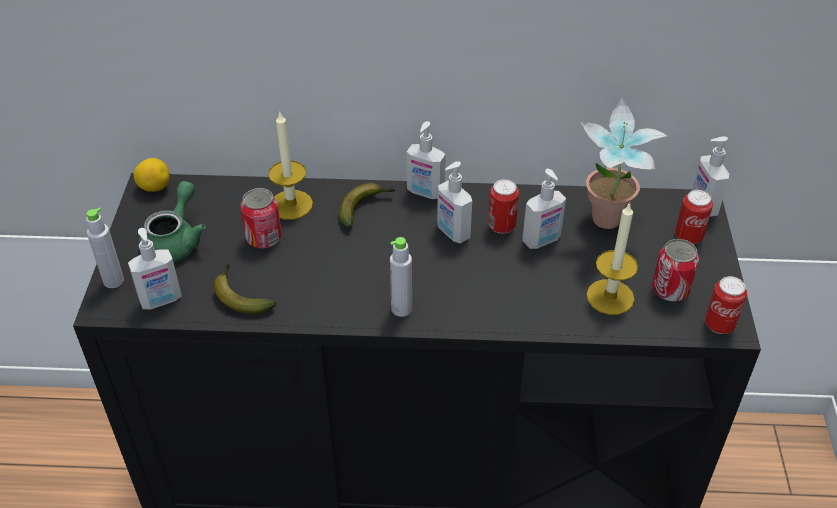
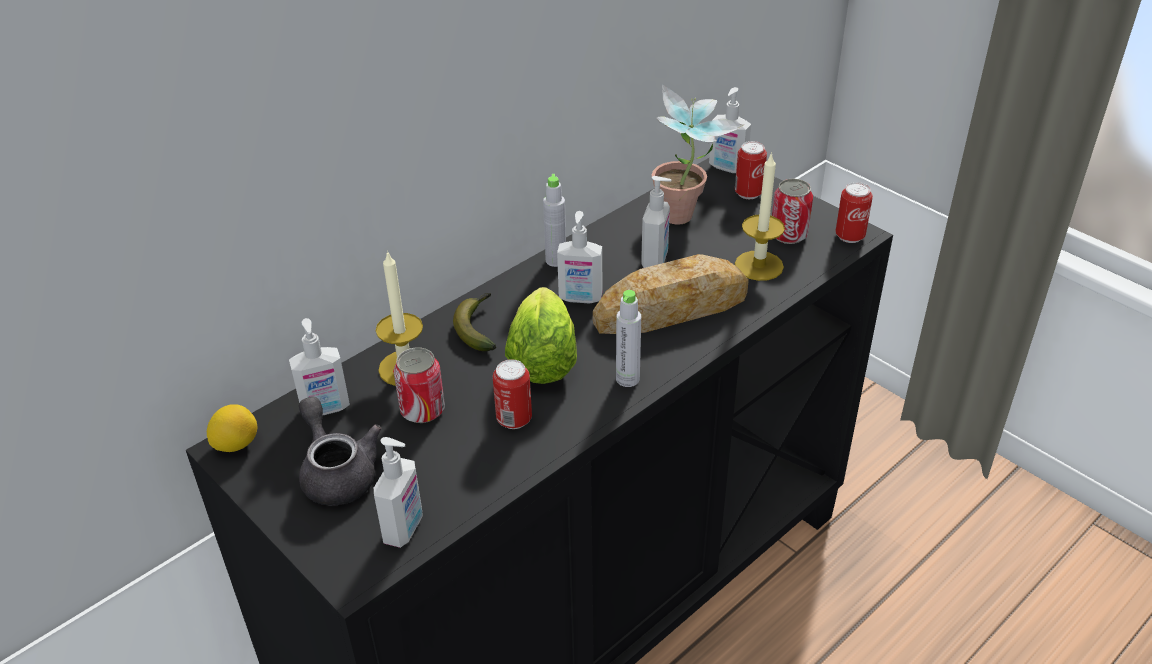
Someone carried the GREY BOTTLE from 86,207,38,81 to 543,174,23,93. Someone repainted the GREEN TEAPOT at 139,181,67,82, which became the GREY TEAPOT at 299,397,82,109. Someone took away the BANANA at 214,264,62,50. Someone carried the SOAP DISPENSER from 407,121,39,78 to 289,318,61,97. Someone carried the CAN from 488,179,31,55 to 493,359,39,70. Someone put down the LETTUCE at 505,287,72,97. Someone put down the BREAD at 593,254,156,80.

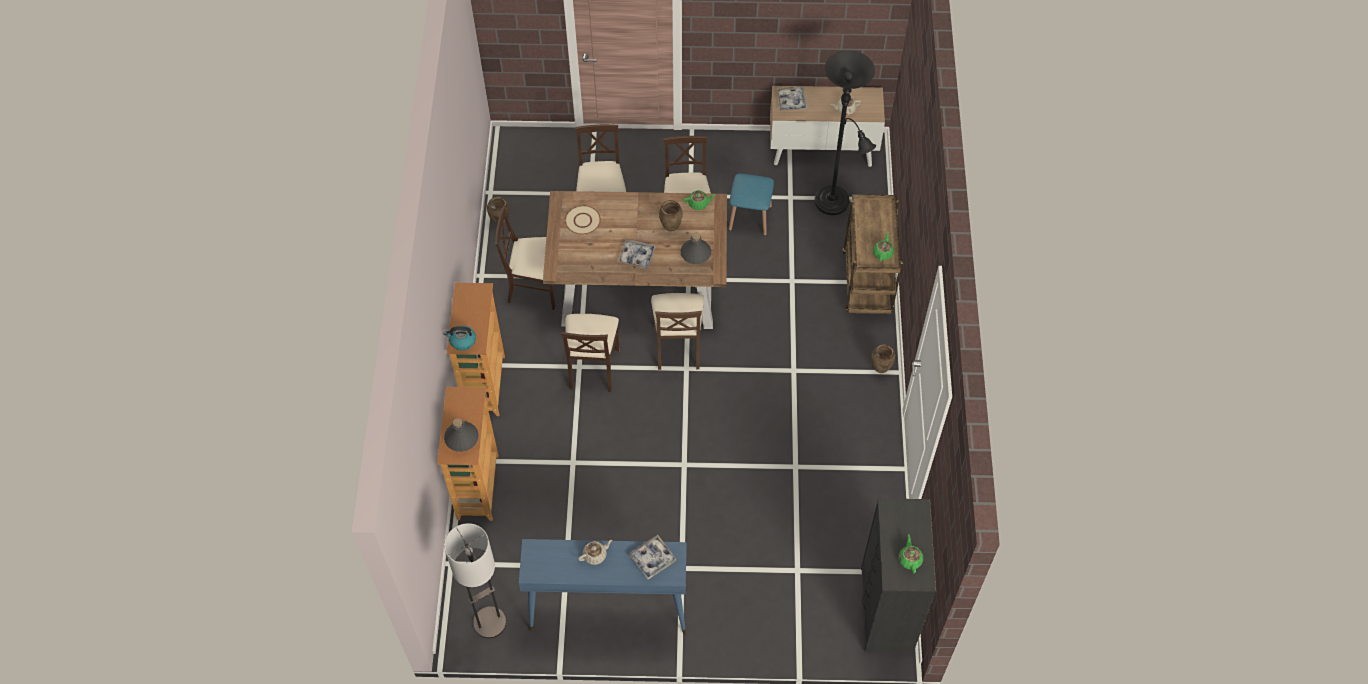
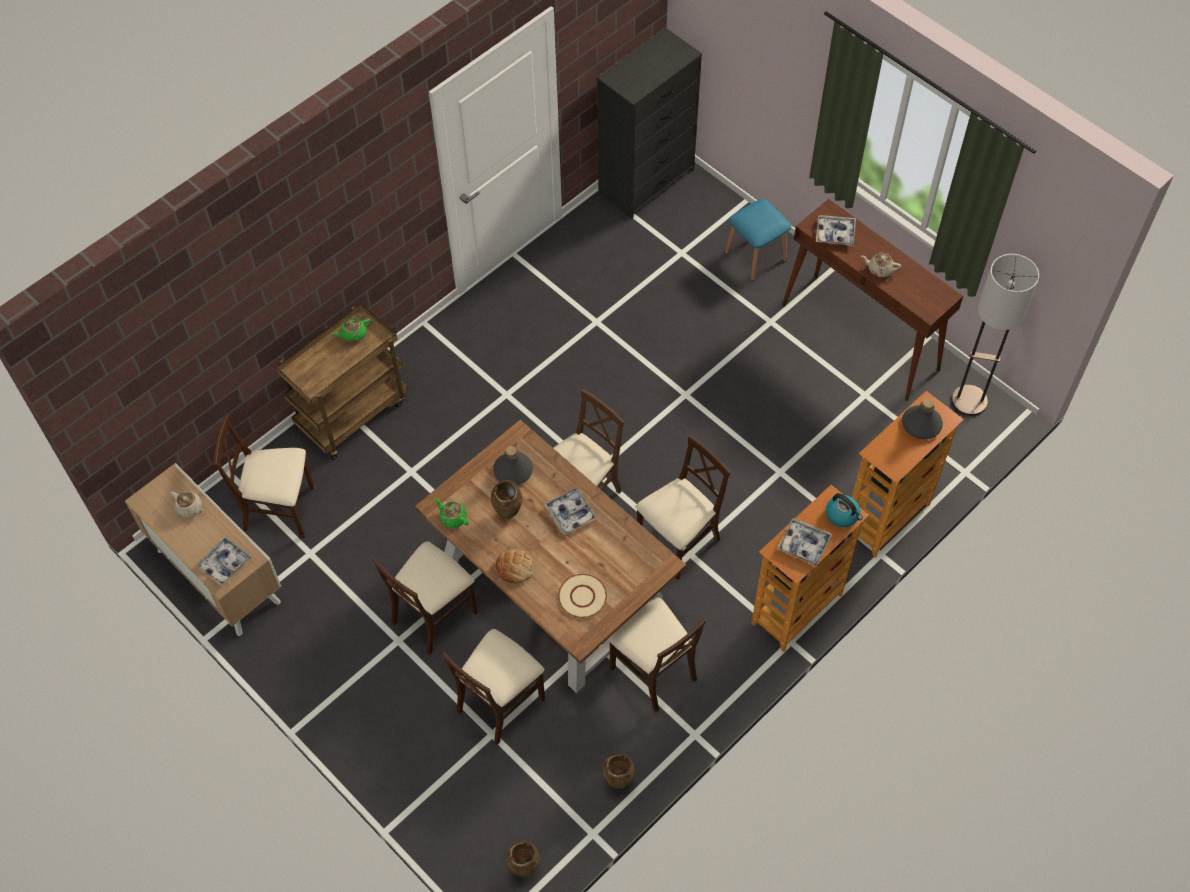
Someone repainted the BLUE CONSOLE TABLE at 519,539,168,96, which became the BROWN CONSOLE TABLE at 782,199,181,202. Someone carried the BLUE STOOL from 729,174,45,62 to 725,199,66,82. Someone swapped the BLACK FLOOR LAMP at 815,50,61,165 for the BEIGE CHAIR at 214,415,101,124. Someone carried the BROWN VASE from 871,344,24,29 to 507,841,32,36. Someone took away the GREEN TEAPOT at 899,534,24,39. Someone put down the BREAD at 496,548,39,35. Someone put down the TRAY at 777,518,56,49.

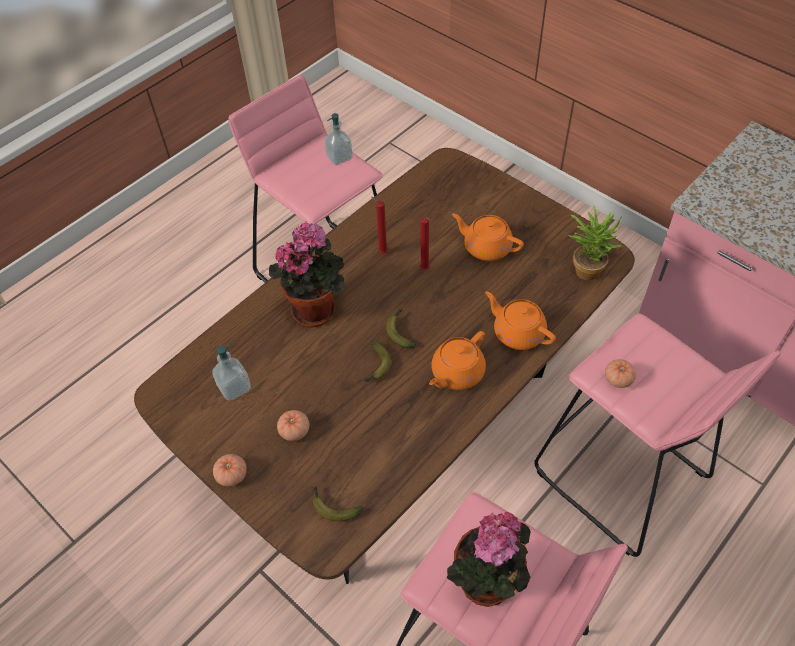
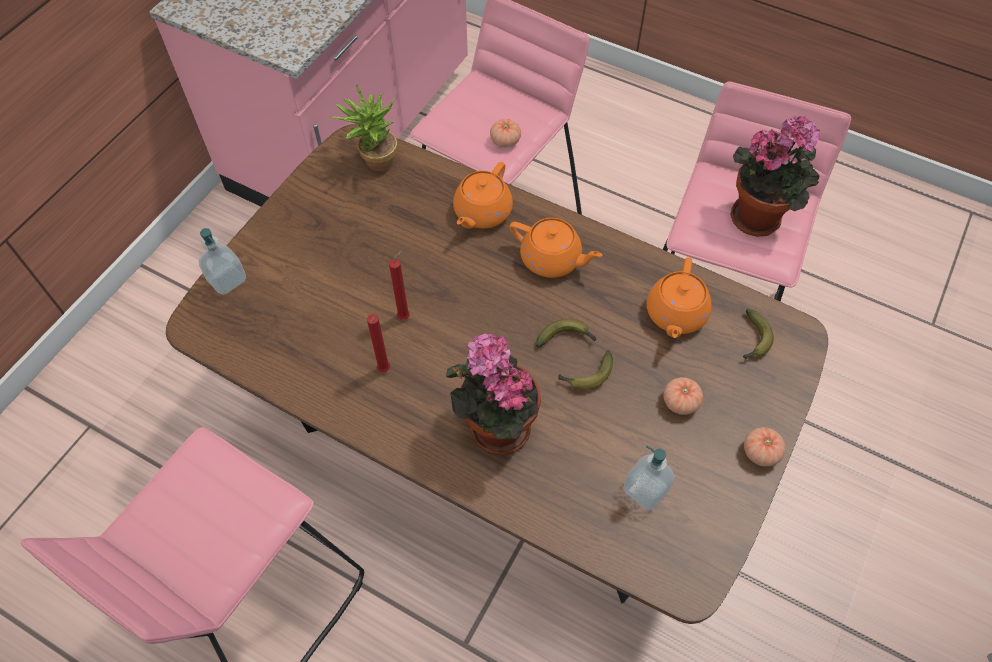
Someone carried the SOAP DISPENSER from 325,113,28,52 to 199,228,47,67. Someone carried the BANANA from 386,309,30,39 to 558,350,55,40. Someone carried the ORANGE TEAPOT from 452,213,72,48 to 646,258,66,80.

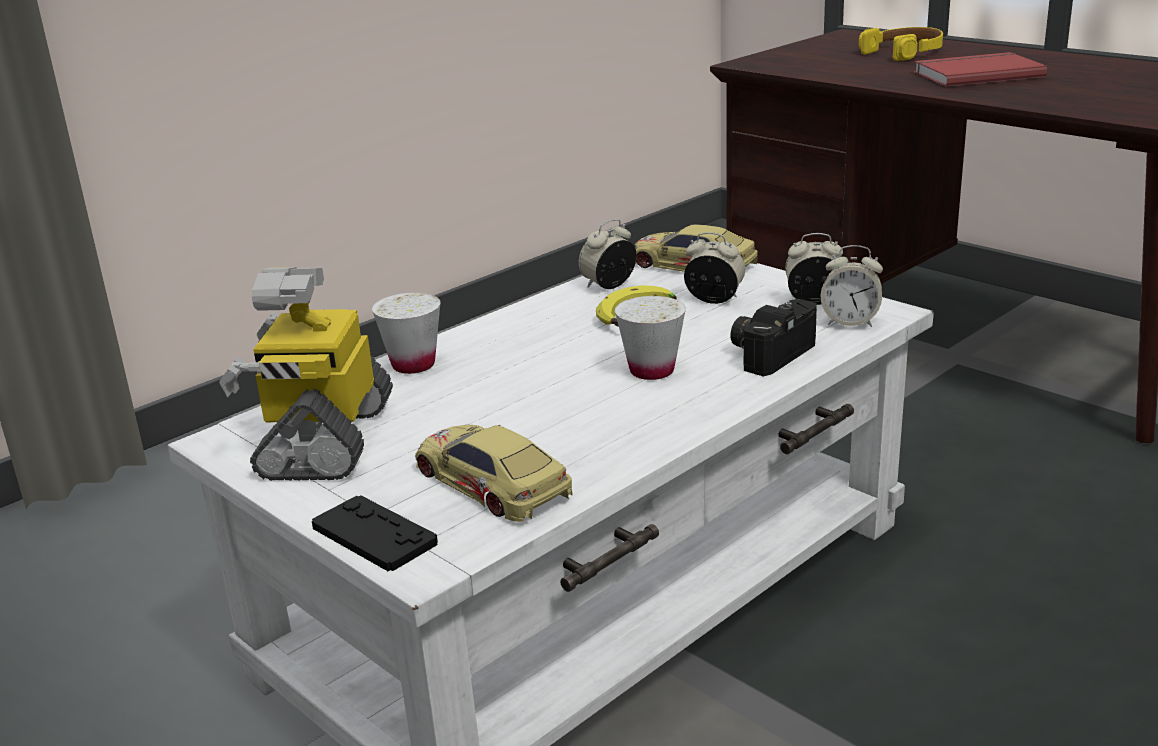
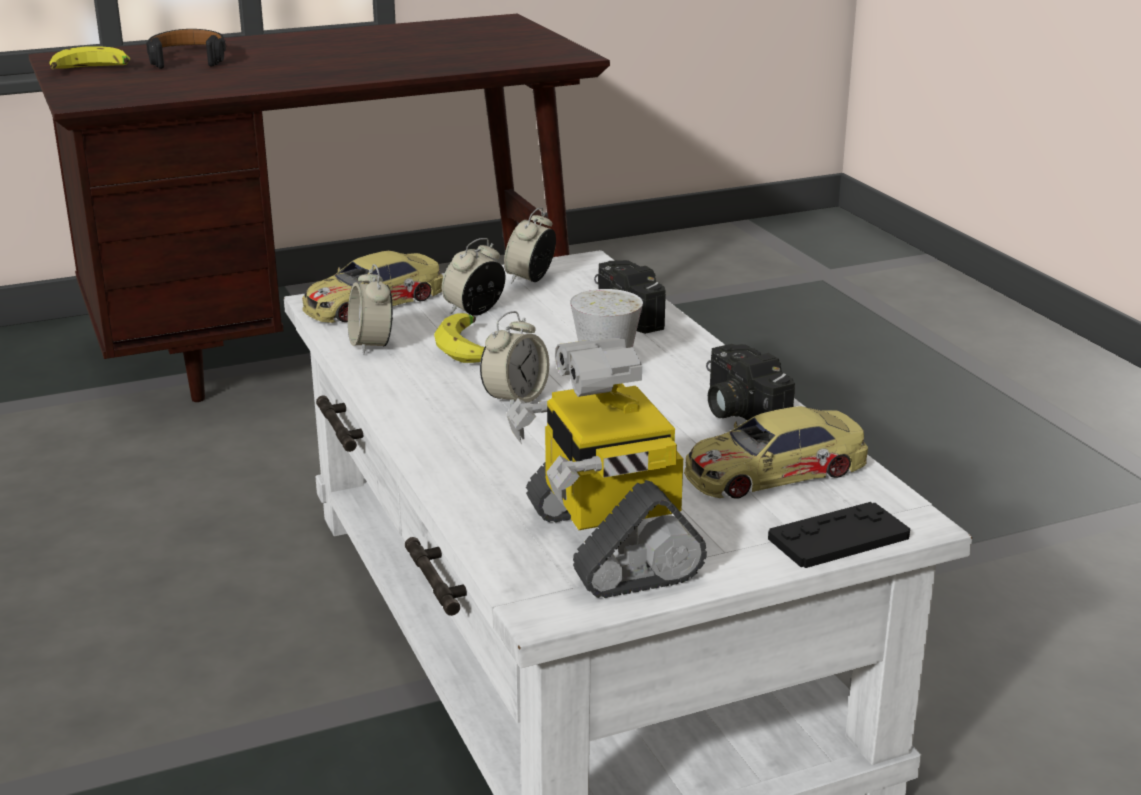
Someone rotated the TOY ROBOT at 219,267,174,214 by 45 degrees clockwise. Someone took away the WHITE CUP at 372,293,69,81. Someone carried the ALARM CLOCK from 821,245,62,82 to 480,311,69,97. Someone repainted the YELLOW HEADPHONES at 859,27,84,34, which became the BLACK HEADPHONES at 146,29,80,40. Someone took away the RED BOOK at 914,52,133,35. Someone put down the BANANA at 49,46,81,24. Someone put down the PHOTO CAMERA at 706,344,89,76.

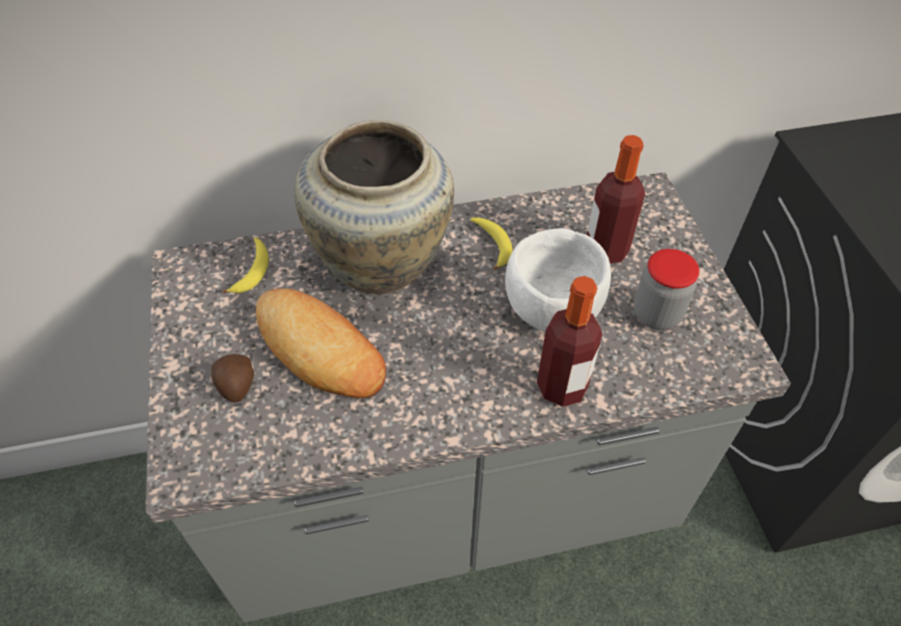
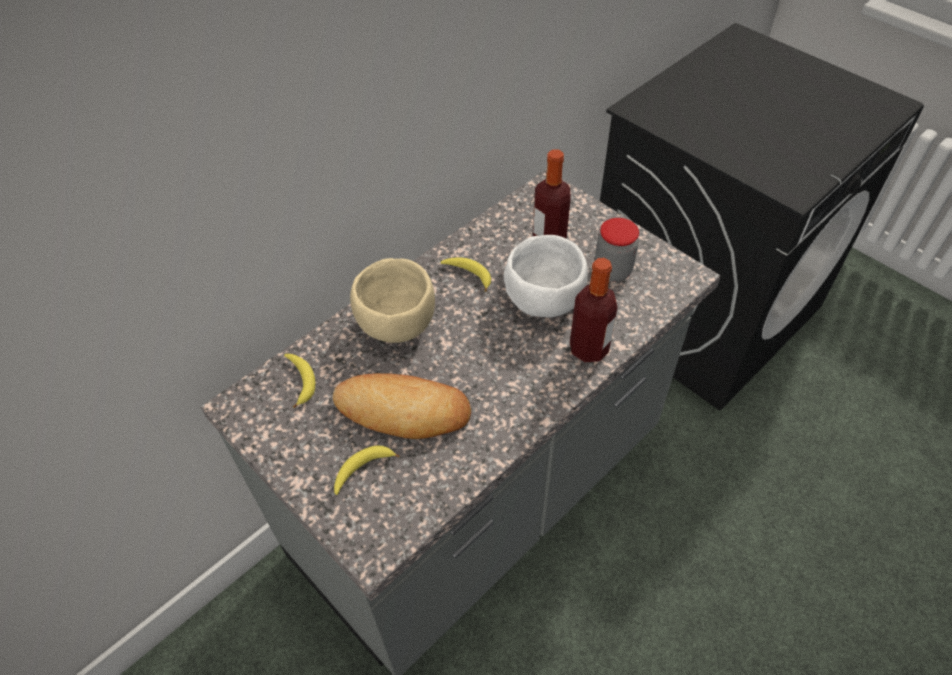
Someone swapped the POTATO at 212,354,42,49 for the BANANA at 334,445,66,50. Someone swapped the BEIGE VASE at 294,120,160,174 for the BEIGE BOWL at 350,258,85,85.

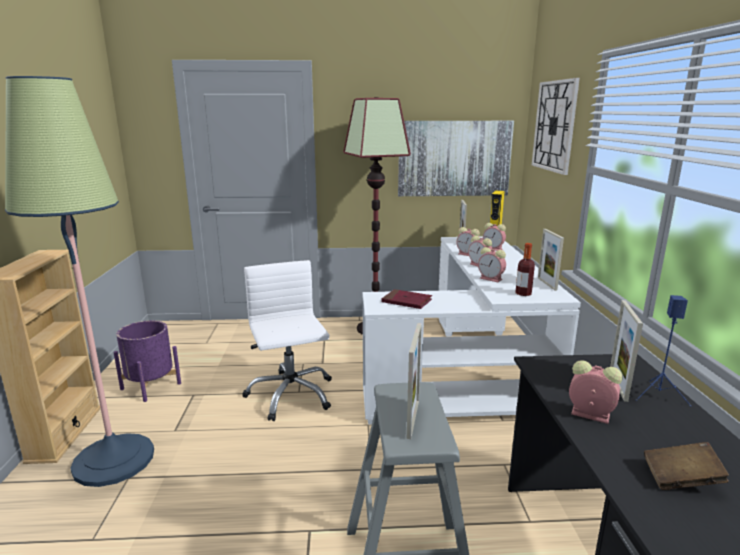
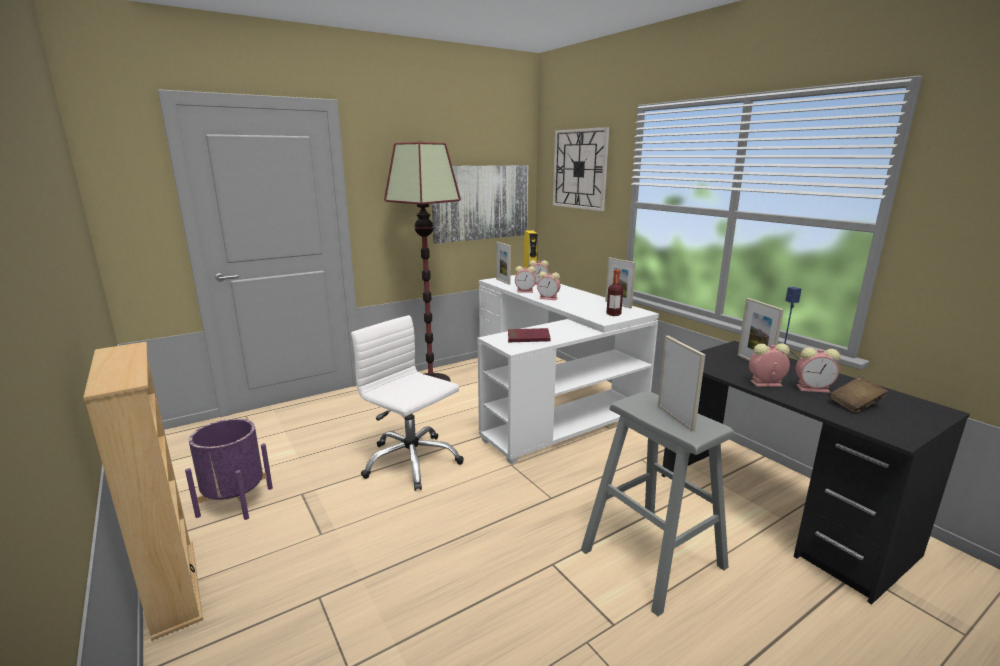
Someone took away the FLOOR LAMP at 5,76,149,411. Someone carried the ALARM CLOCK from 478,247,28,35 to 795,348,45,45.

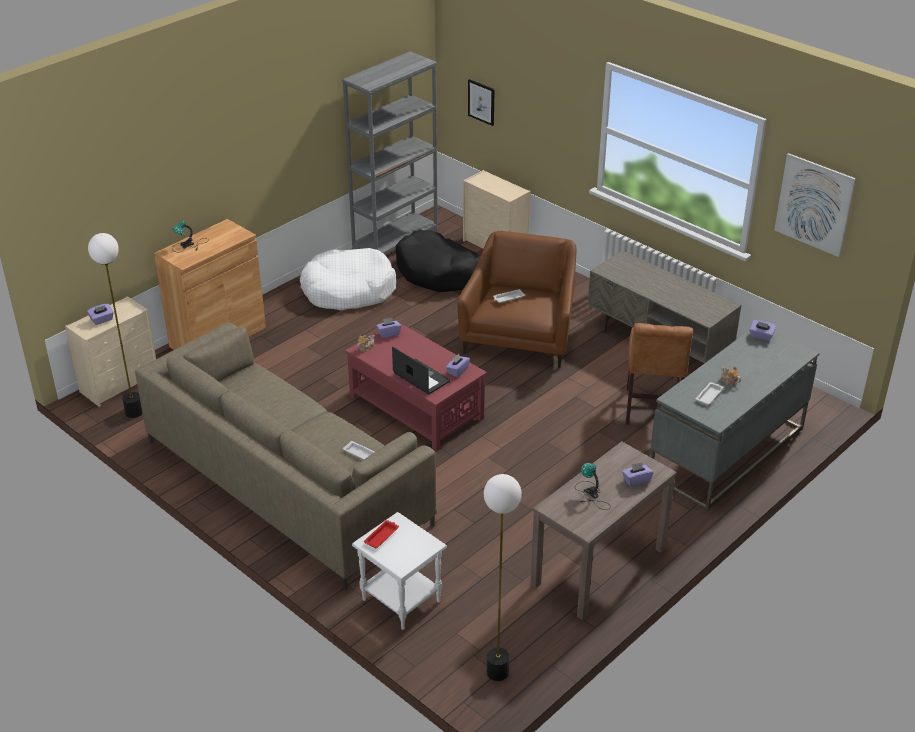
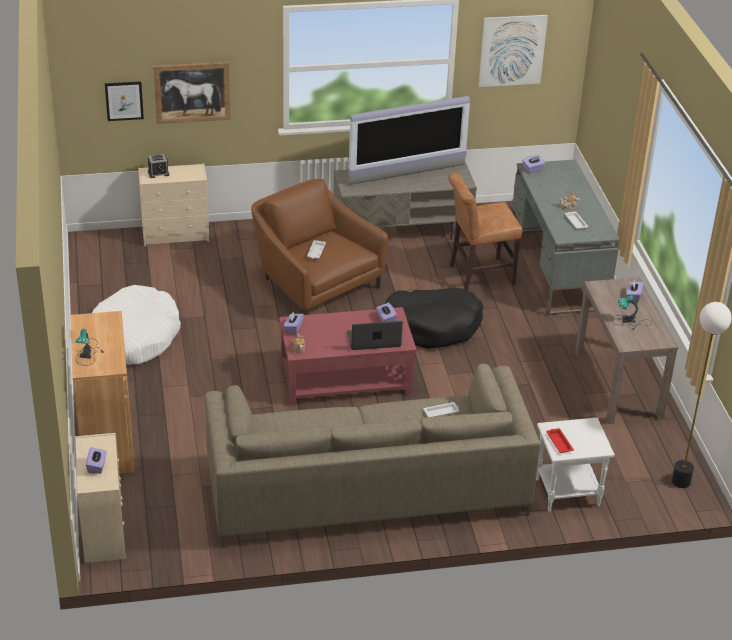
Someone took away the FLOOR LAMP at 88,233,55,185. Someone took away the GREY BOOKCASE at 342,51,96,204. Someone carried the BLACK DOG BED from 396,230,84,62 to 384,288,99,61. Someone rotated the BROWN CHAIR at 626,323,67,102 by 120 degrees clockwise. Someone put down the ALARM CLOCK at 148,154,21,24. Someone put up the PICTURE at 153,62,78,62. Someone put down the TELEVISION at 348,96,122,89.

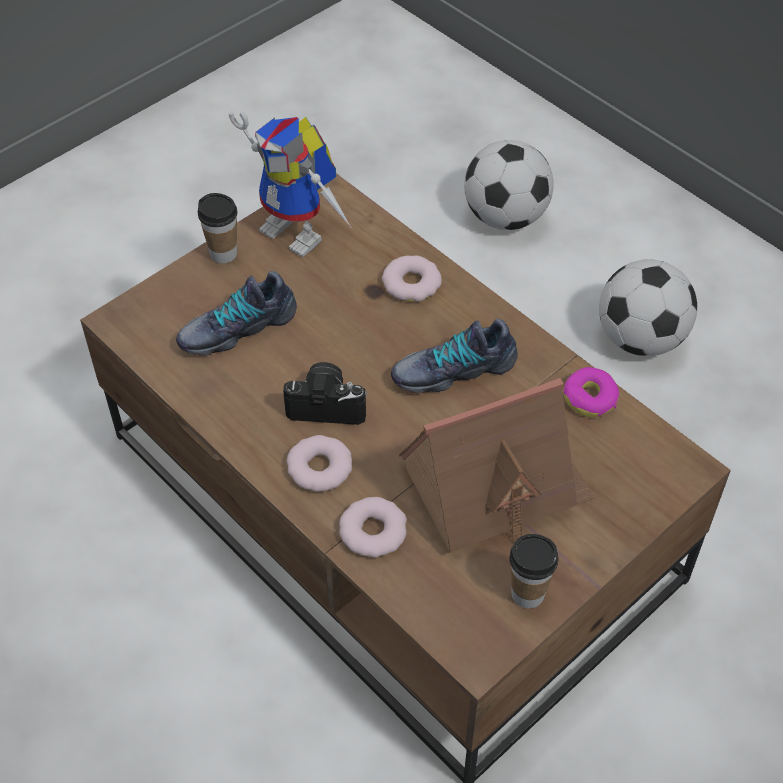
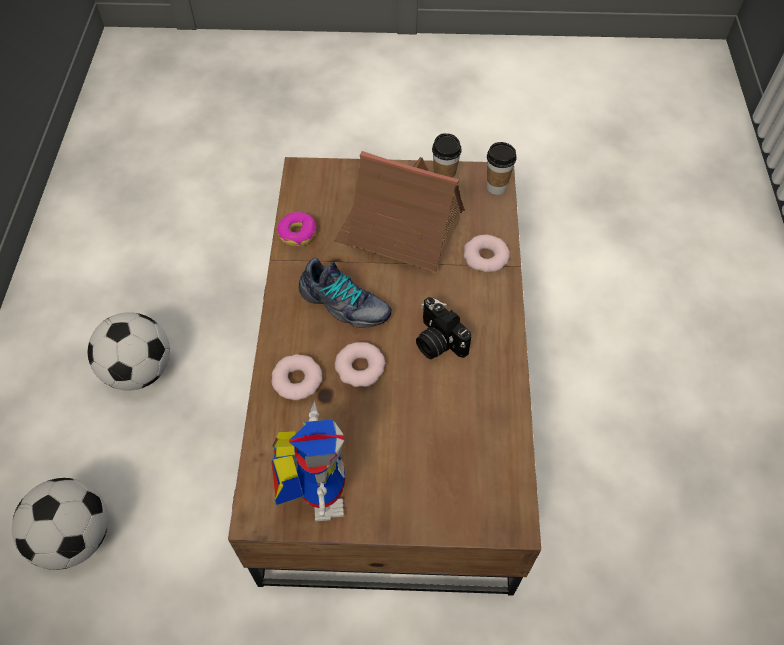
Someone took away the SHOE at 176,271,121,85. Someone carried the CUP from 198,193,40,71 to 487,142,30,53. Someone carried the DONUT from 287,435,65,57 to 335,342,50,45.

